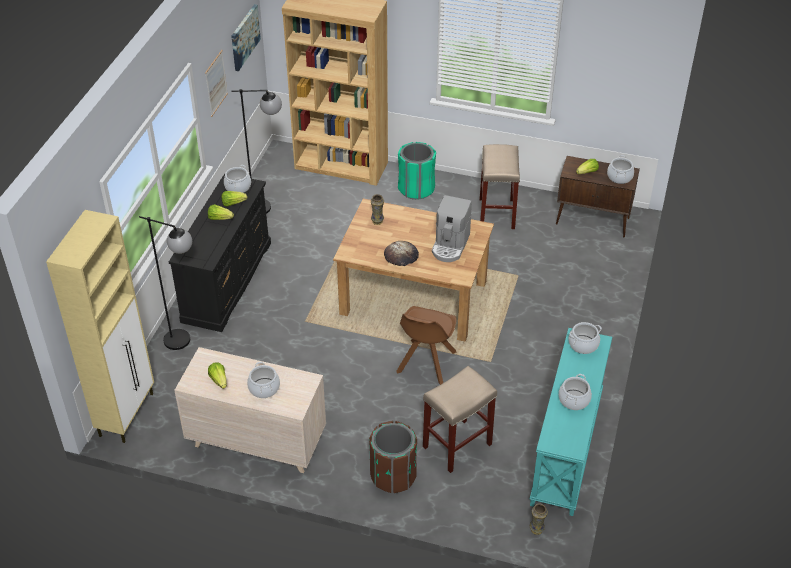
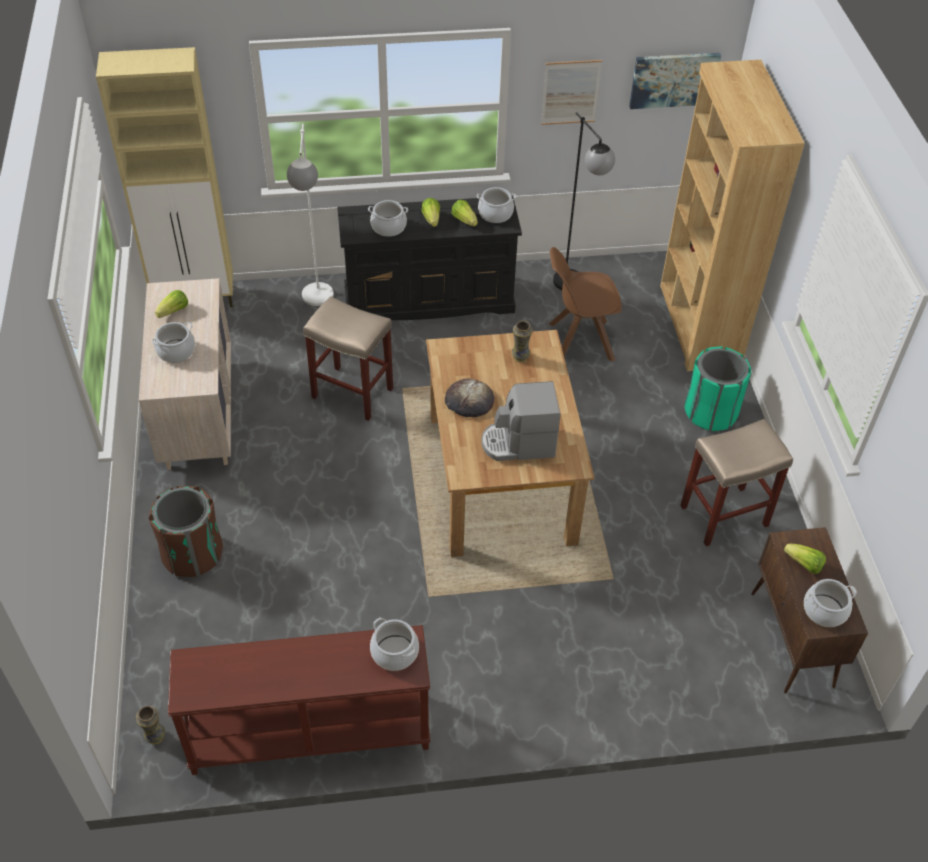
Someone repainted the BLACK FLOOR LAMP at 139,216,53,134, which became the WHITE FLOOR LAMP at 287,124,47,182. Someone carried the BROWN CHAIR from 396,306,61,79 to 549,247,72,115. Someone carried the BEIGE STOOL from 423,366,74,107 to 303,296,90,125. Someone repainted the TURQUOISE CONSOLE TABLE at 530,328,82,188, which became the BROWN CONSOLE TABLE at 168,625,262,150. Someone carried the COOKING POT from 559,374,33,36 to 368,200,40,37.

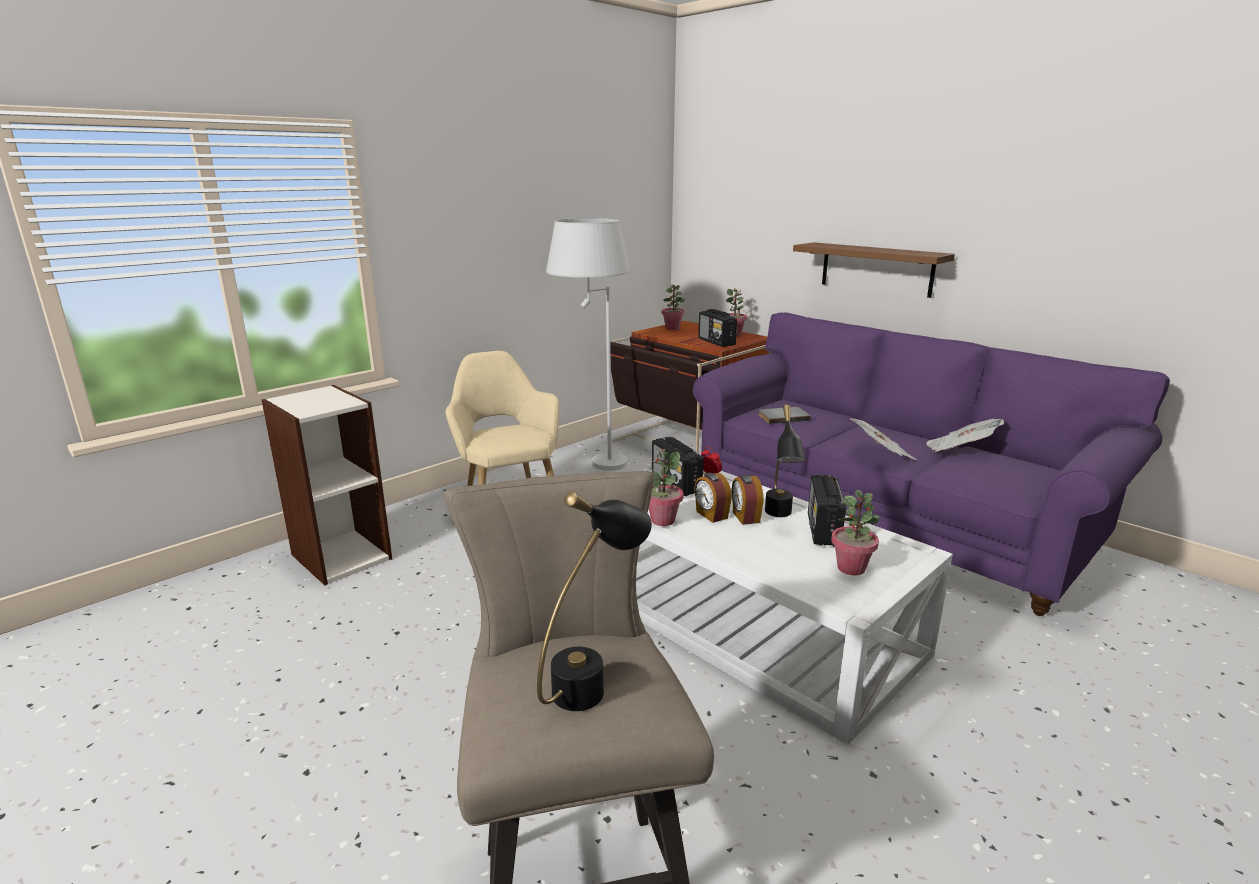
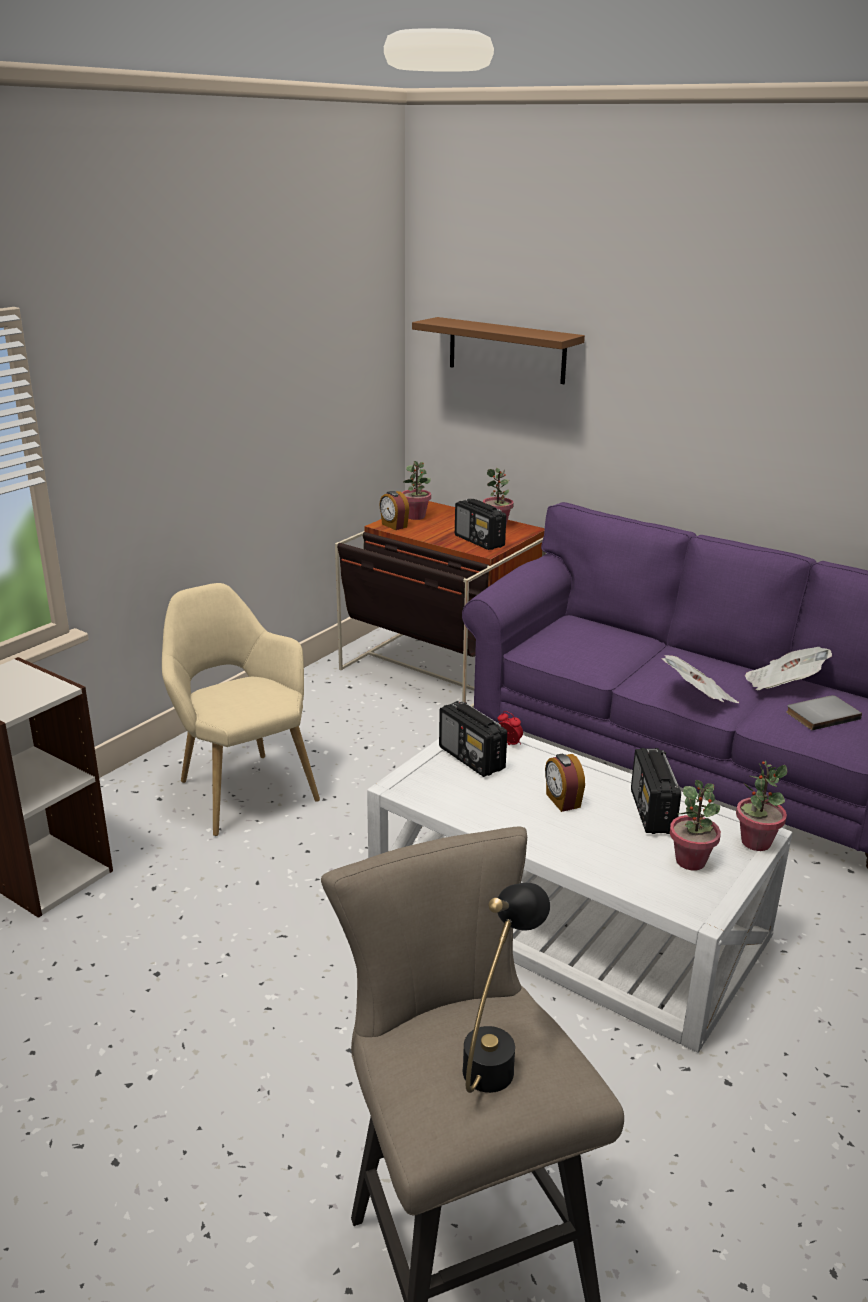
Someone took away the WHITE FLOOR LAMP at 546,218,84,253. Someone carried the POTTED PLANT from 649,449,35,77 to 736,761,51,90. Someone carried the ALARM CLOCK from 694,473,38,50 to 379,491,30,39. Someone carried the GREY BOOK from 758,407,53,17 to 786,695,76,35. Someone took away the BLACK TABLE LAMP at 765,405,41,112. Someone carried the BROWN SHELF from 793,242,162,56 to 412,317,173,67.

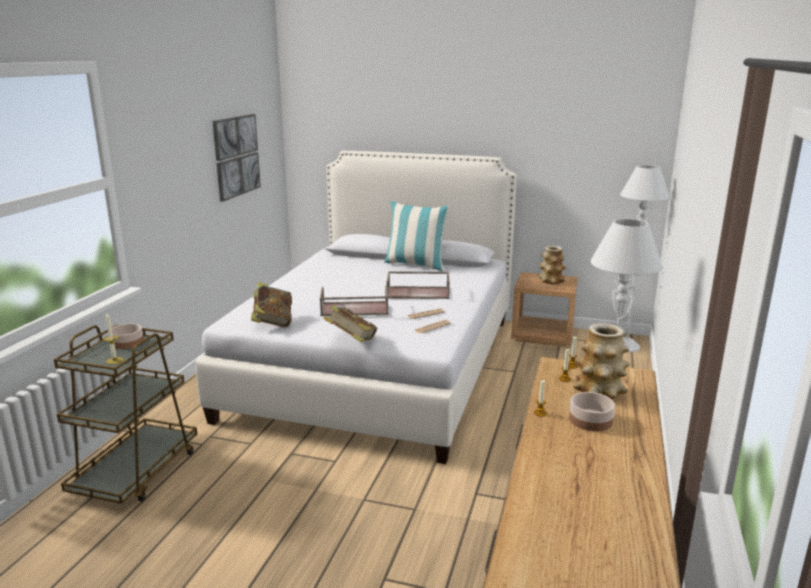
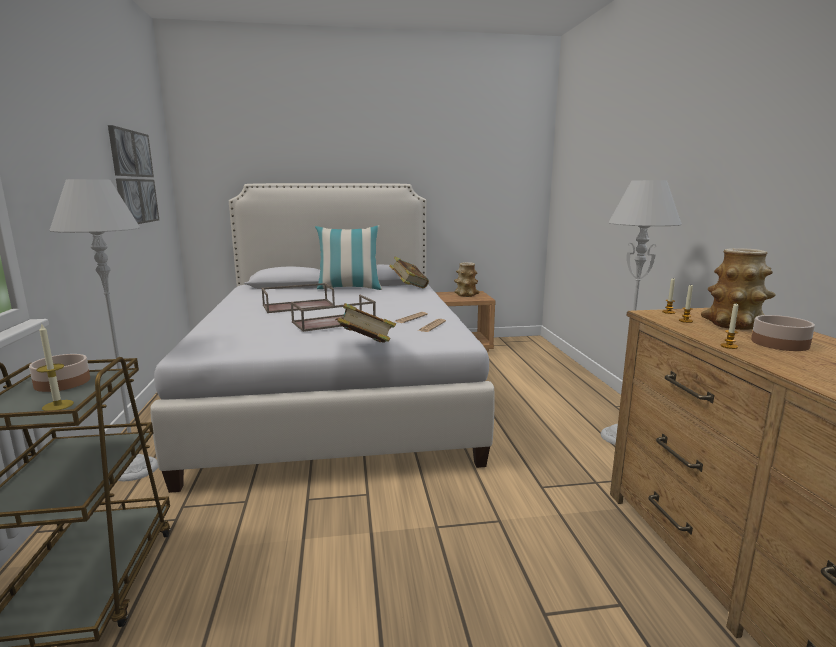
Someone carried the BOOK from 251,282,41,45 to 389,257,40,31. Someone carried the BROWN TRAY from 387,271,63,28 to 261,283,74,30. Someone carried the GREY FLOOR LAMP from 620,165,50,187 to 49,179,109,302.

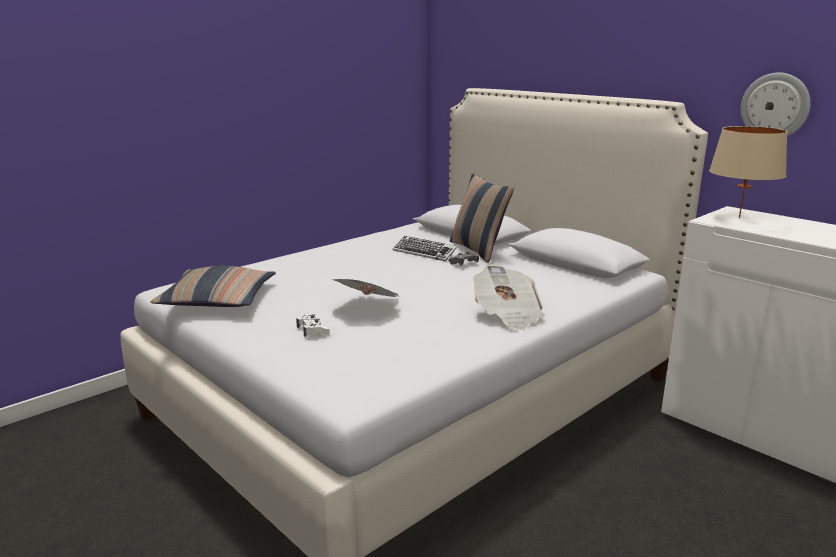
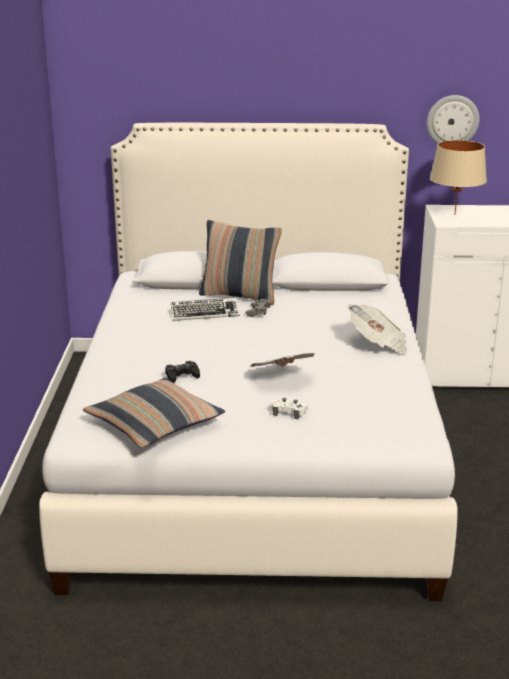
Someone put down the BLACK GAME CONTROLLER at 165,361,35,22.

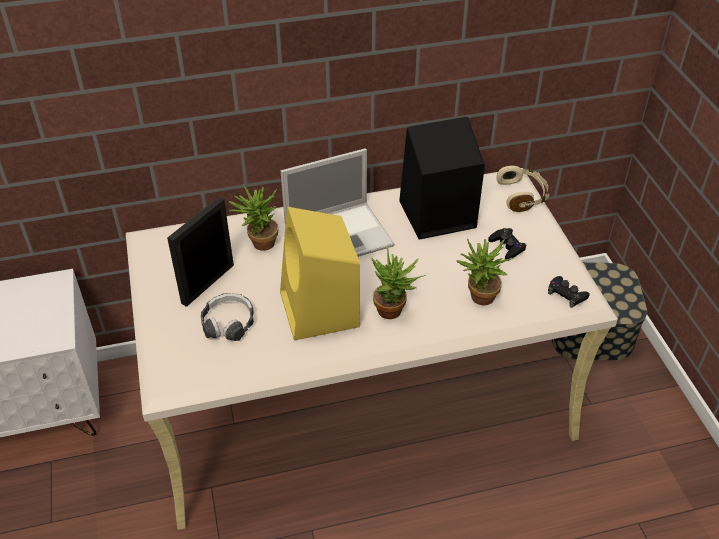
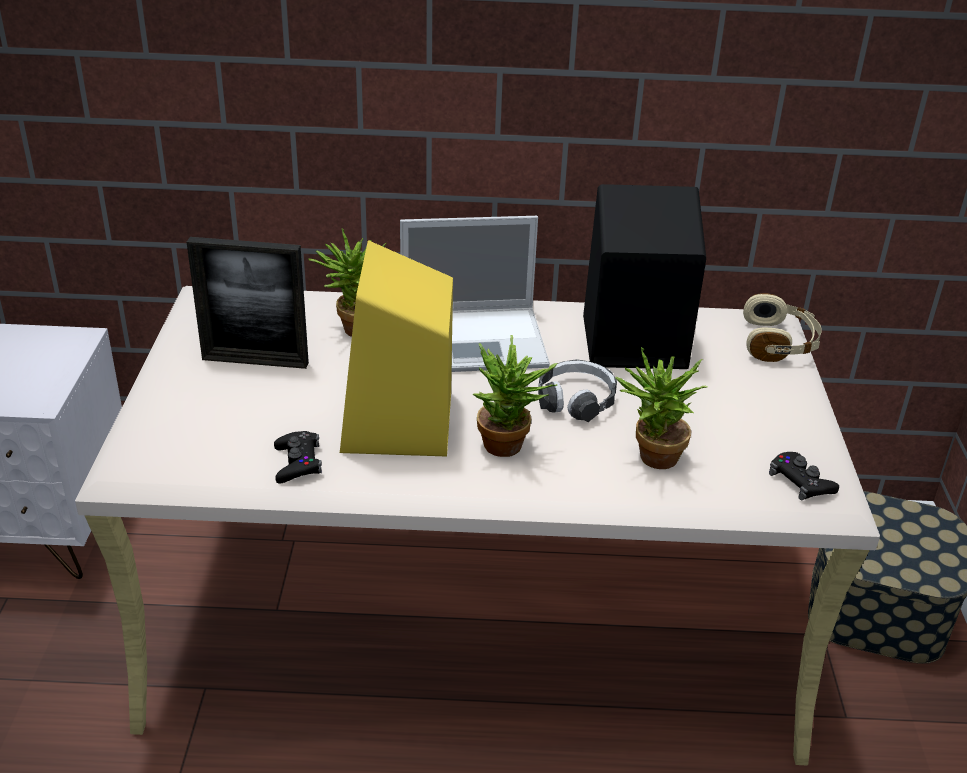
Someone rotated the PICTURE FRAME at 167,197,67,110 by 135 degrees counterclockwise. Someone carried the HEADPHONES from 201,293,53,48 to 538,359,79,63. Someone carried the BLACK GAME CONTROLLER from 488,228,39,33 to 274,431,48,53.

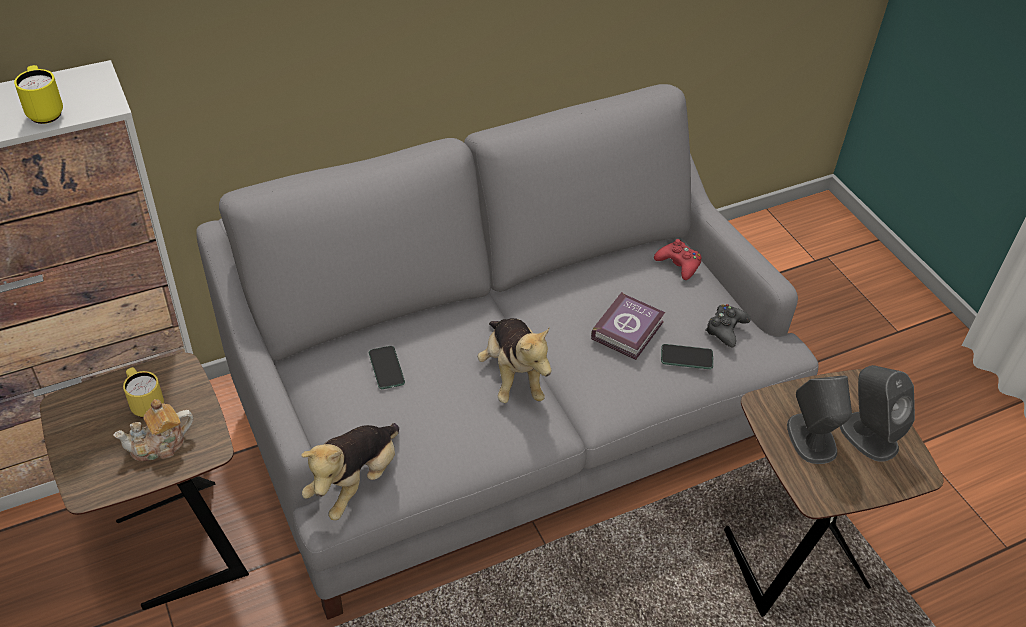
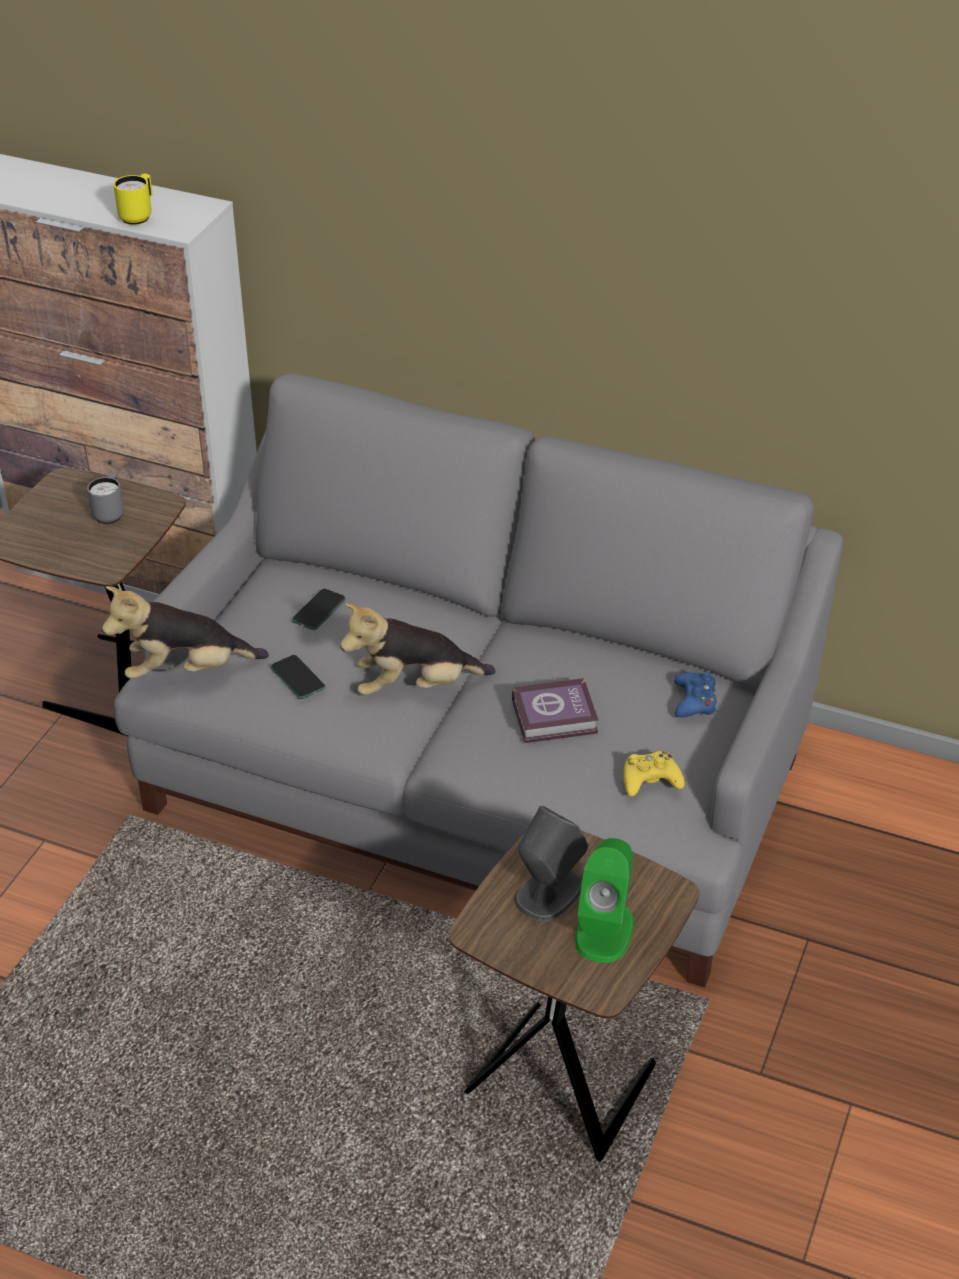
Someone took away the TEAPOT at 113,399,81,62. Someone repainted the YELLOW MUG at 123,367,41,51, which became the GREY MUG at 87,473,37,51. Someone rotated the PLUSH TOY at 478,318,74,85 by 45 degrees clockwise. Someone repainted the RED GAME CONTROLLER at 654,239,48,41, which became the BLUE GAME CONTROLLER at 674,671,43,47. Someone carried the PHONE from 661,344,52,25 to 271,655,54,44. Someone repainted the BLACK GAME CONTROLLER at 705,304,46,43, which became the YELLOW GAME CONTROLLER at 624,751,61,45. Someone repainted the GREY SPEAKER at 840,365,75,97, which became the GREEN SPEAKER at 575,838,59,125.

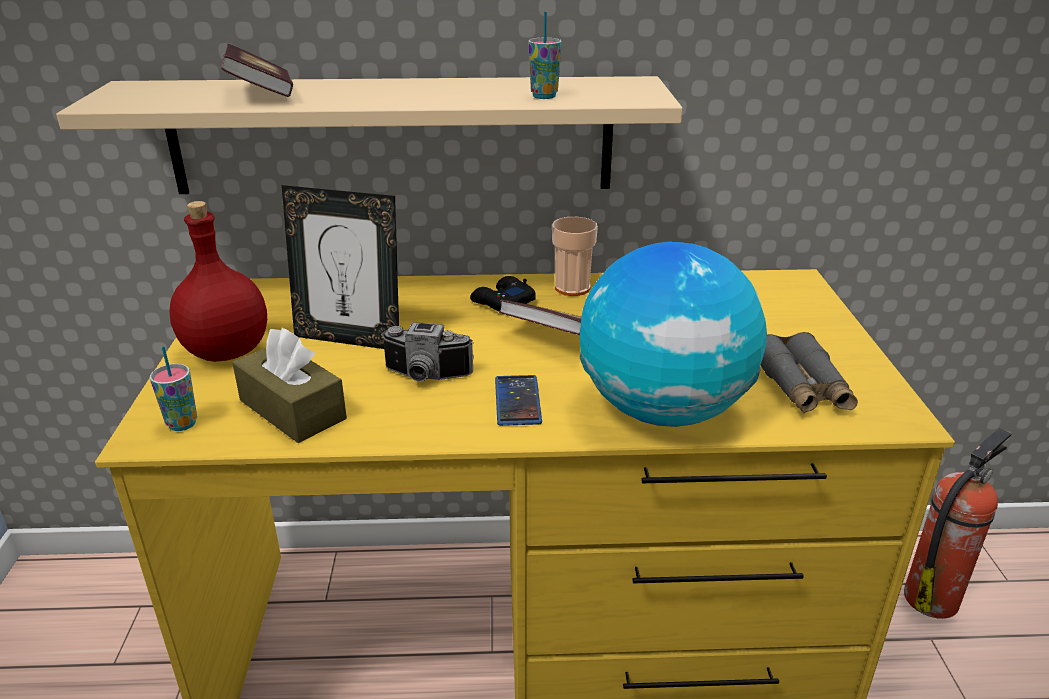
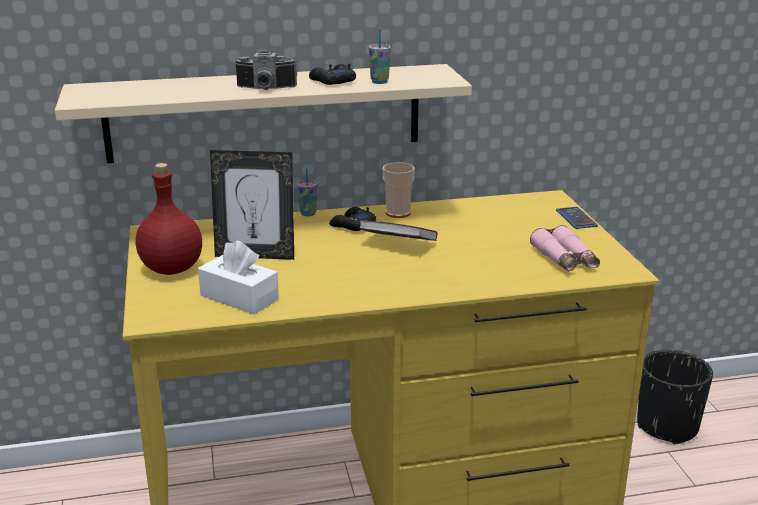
Someone carried the CUP from 150,346,47,85 to 297,168,20,48. Someone took away the BOOK at 221,43,72,54. Someone repainted the BROWN TISSUE BOX at 232,328,115,115, which became the WHITE TISSUE BOX at 198,240,81,74. Someone carried the PHOTO CAMERA from 381,322,93,60 to 235,51,62,39. Someone carried the PHONE from 495,375,47,51 to 556,207,42,22. Someone took away the GLOBE at 580,242,187,185. Someone repainted the GREY BINOCULARS at 760,332,98,82, which became the PINK BINOCULARS at 530,225,70,47. Someone swapped the FIRE EXTINGUISHER at 904,428,108,191 for the BLACK PLANTER at 637,350,76,94. Someone put down the BLACK GAME CONTROLLER at 309,64,47,21.

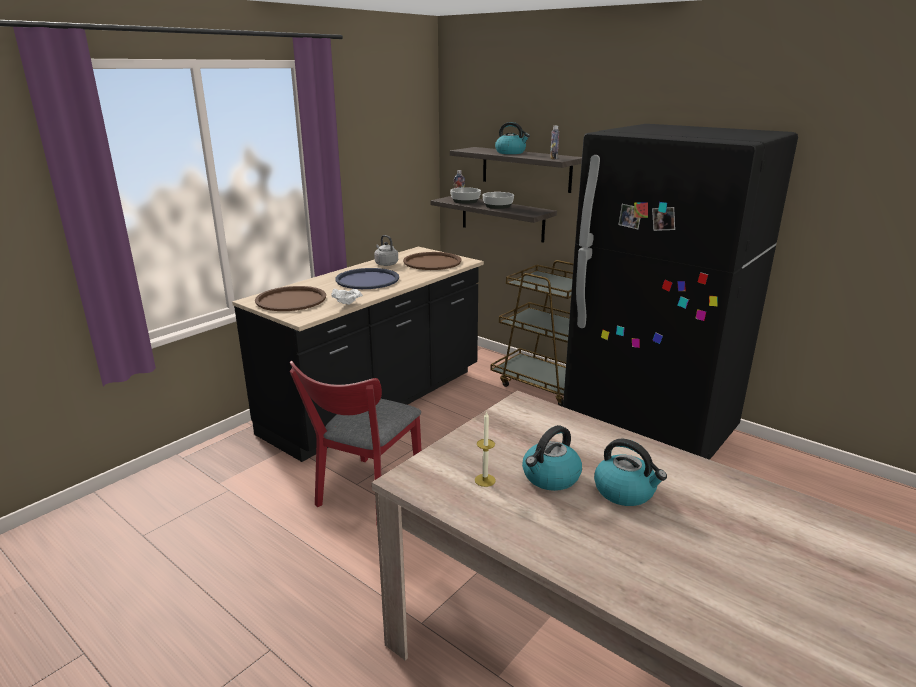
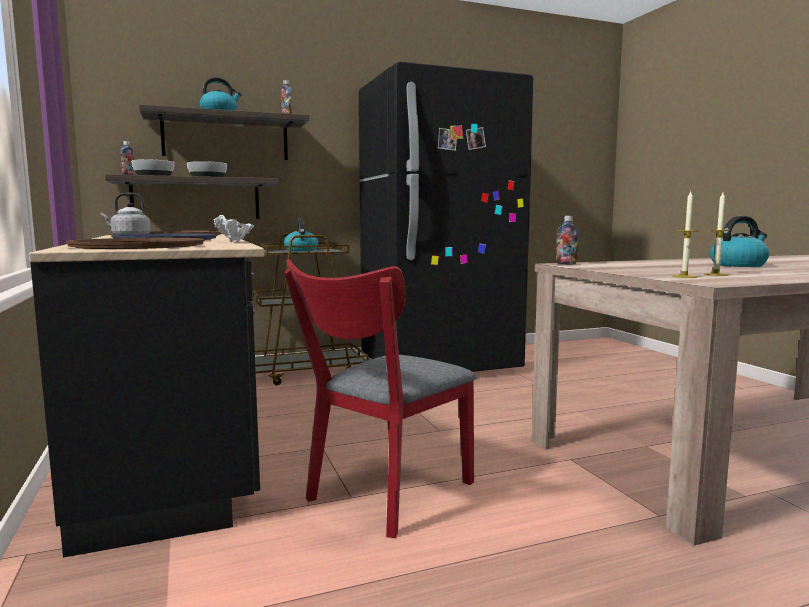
Someone rotated the RED CHAIR at 290,361,132,163 by 75 degrees clockwise. Someone carried the KETTLE from 522,425,60,66 to 284,218,34,33. Someone put down the BOTTLE at 556,216,23,48. Someone put down the CANDLE at 672,192,27,86.

